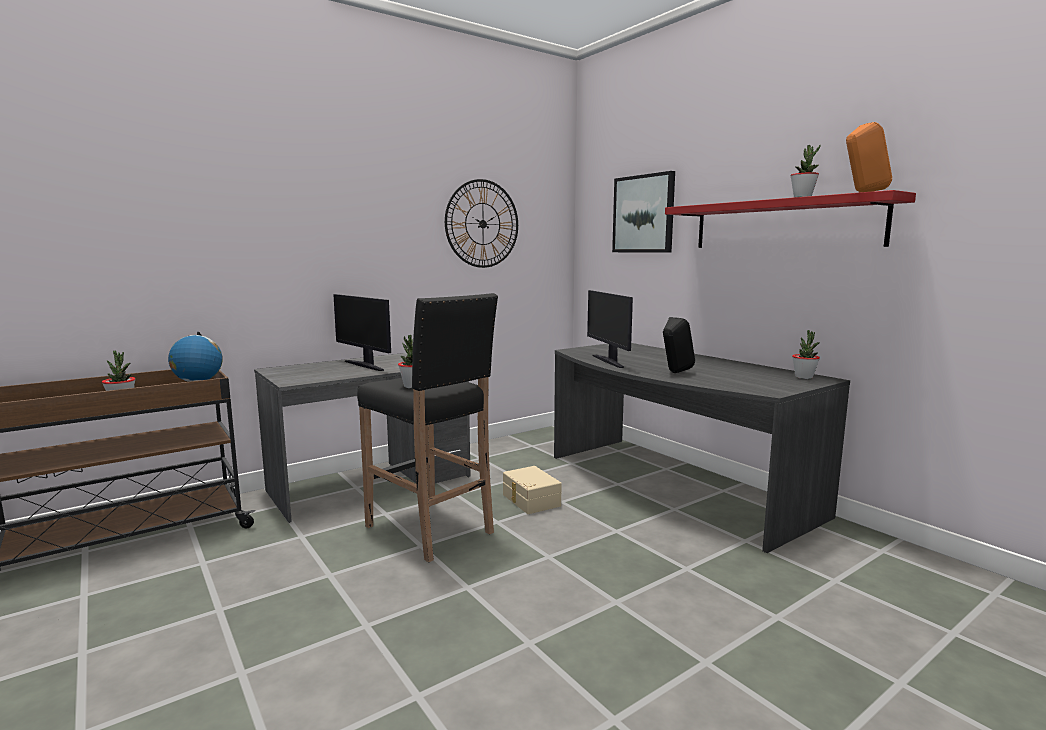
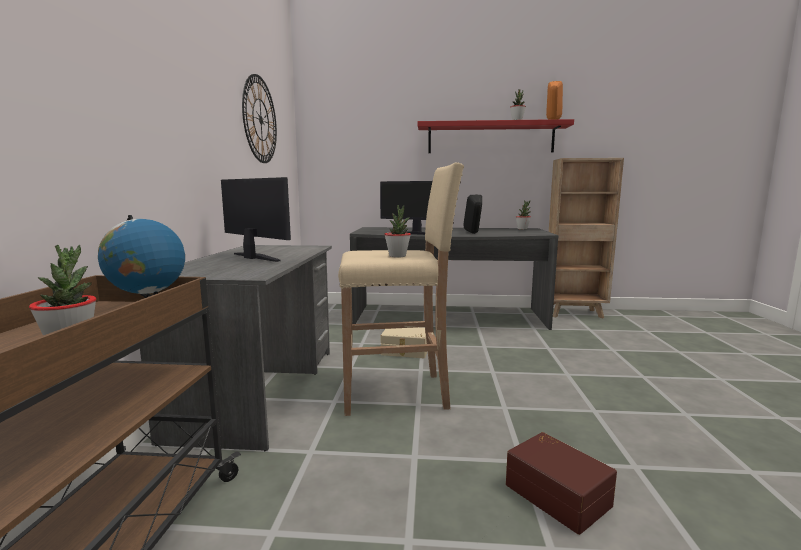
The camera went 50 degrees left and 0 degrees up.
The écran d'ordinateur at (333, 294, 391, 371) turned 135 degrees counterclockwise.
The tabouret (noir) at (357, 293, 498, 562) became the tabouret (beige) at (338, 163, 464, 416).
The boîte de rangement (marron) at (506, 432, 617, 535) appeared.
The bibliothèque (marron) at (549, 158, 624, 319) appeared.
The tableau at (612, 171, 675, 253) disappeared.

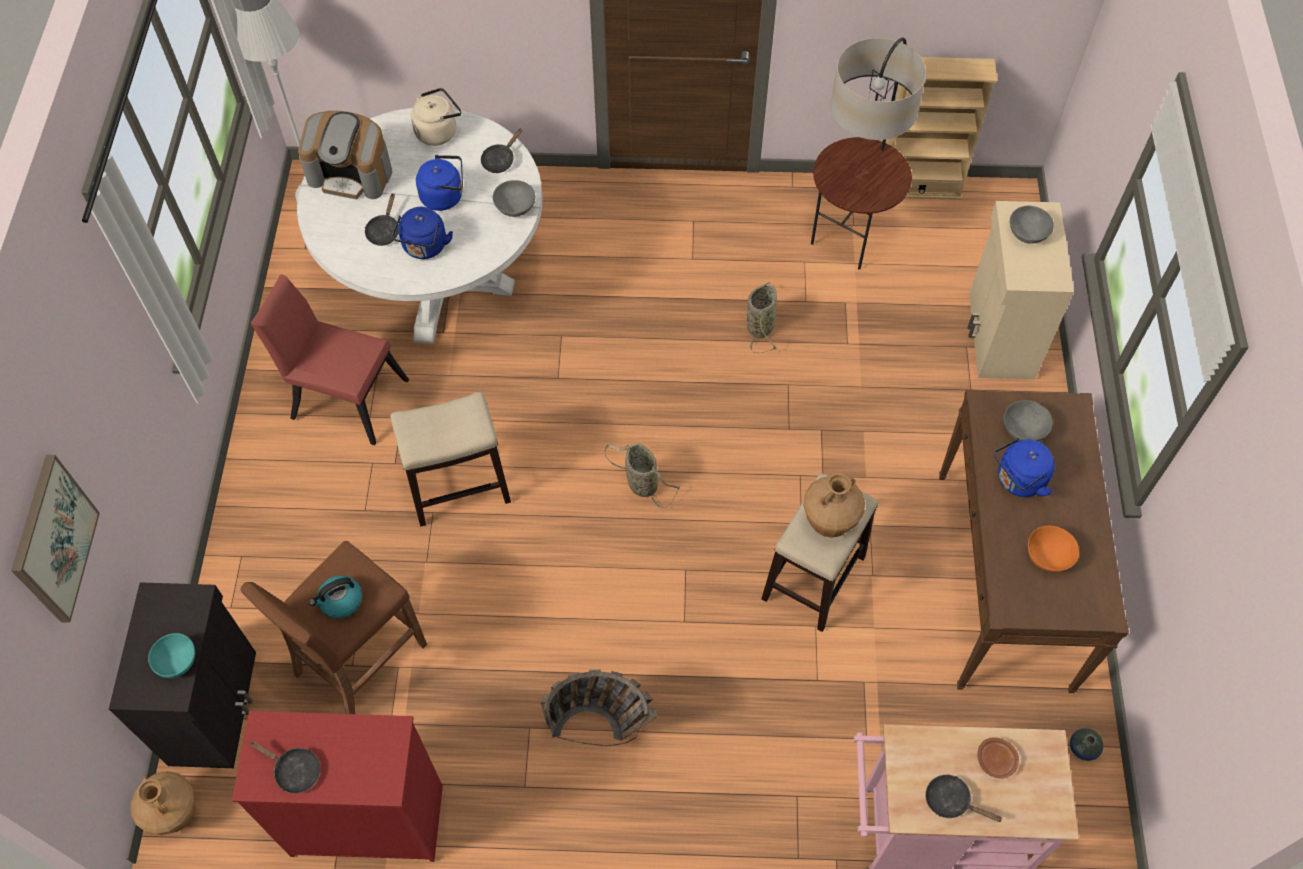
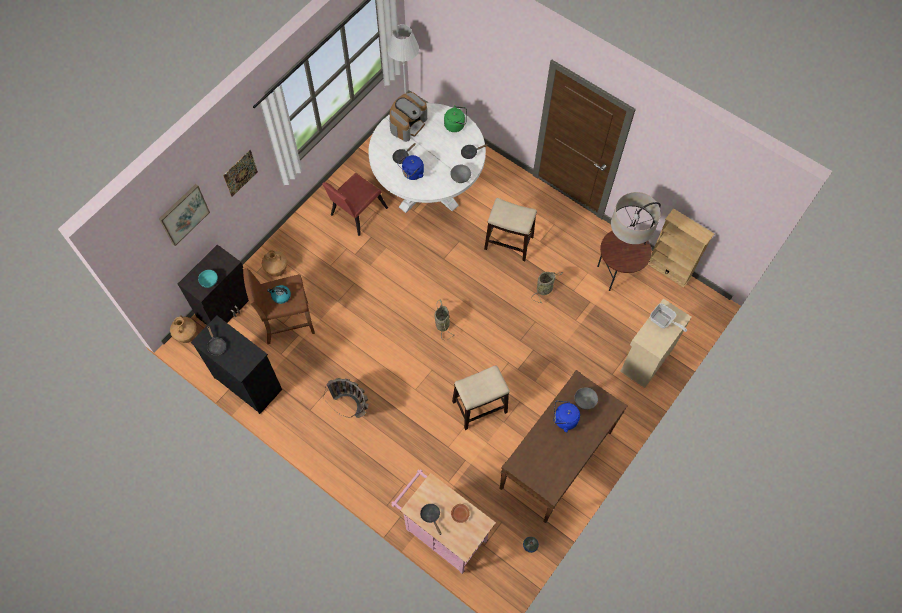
The camera went 35 degrees right and 5 degrees up.
The commode (rouge) at (232, 711, 443, 862) became the commode (noir) at (191, 316, 282, 414).
The tableau at (223, 150, 258, 197) appeared.
The vase (marron) moved from (803, 473, 865, 538) to (262, 250, 287, 277).
The chaise (rouge) at (250, 274, 409, 445) turned 105 degrees counterclockwise.
The machine à café at (298, 111, 392, 200) turned 105 degrees counterclockwise.
The bouilloire (beige) at (411, 88, 462, 146) became the bouilloire (vert) at (444, 105, 467, 132).
The tabouret moved from (390, 392, 511, 526) to (484, 198, 537, 261).
The bol (gris) at (1010, 206, 1054, 244) was replaced by the poêle at (650, 304, 687, 332).
The bouilloire (bleu) at (416, 155, 463, 211) disappeared.
The bol (orange) at (1028, 526, 1079, 572) disappeared.

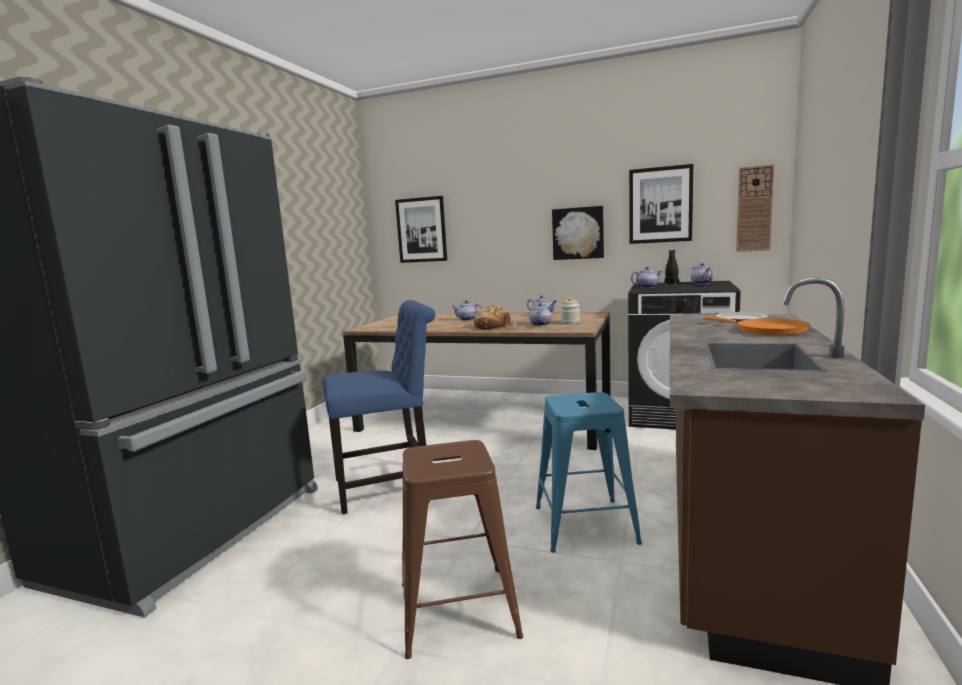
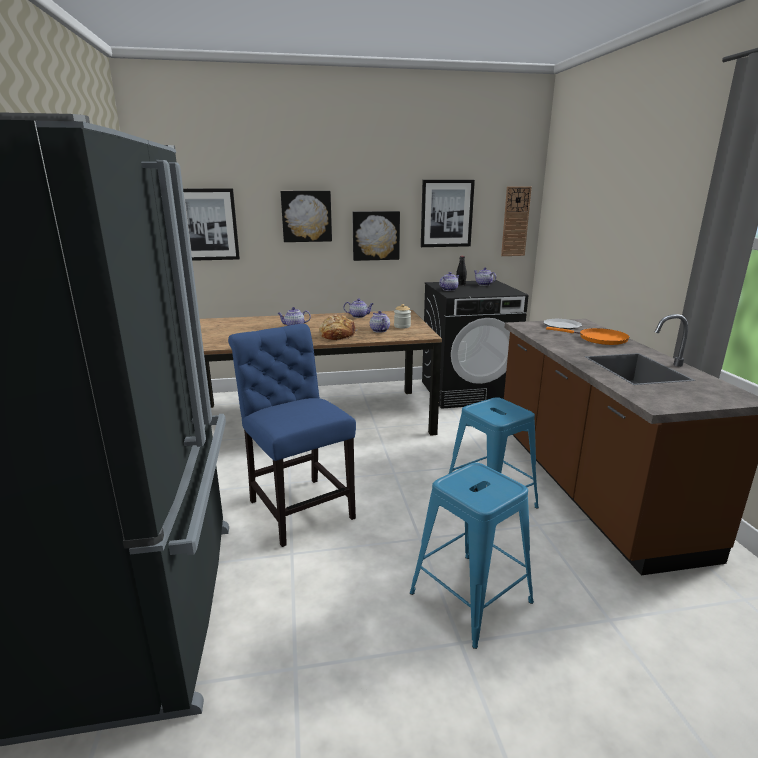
The camera went 30 degrees left and 10 degrees up.
The chaise (bleu) at (322, 300, 435, 514) turned 75 degrees counterclockwise.
The tableau at (281, 191, 332, 242) appeared.
The tabouret (marron) at (402, 440, 523, 659) became the tabouret (bleu) at (410, 462, 534, 649).

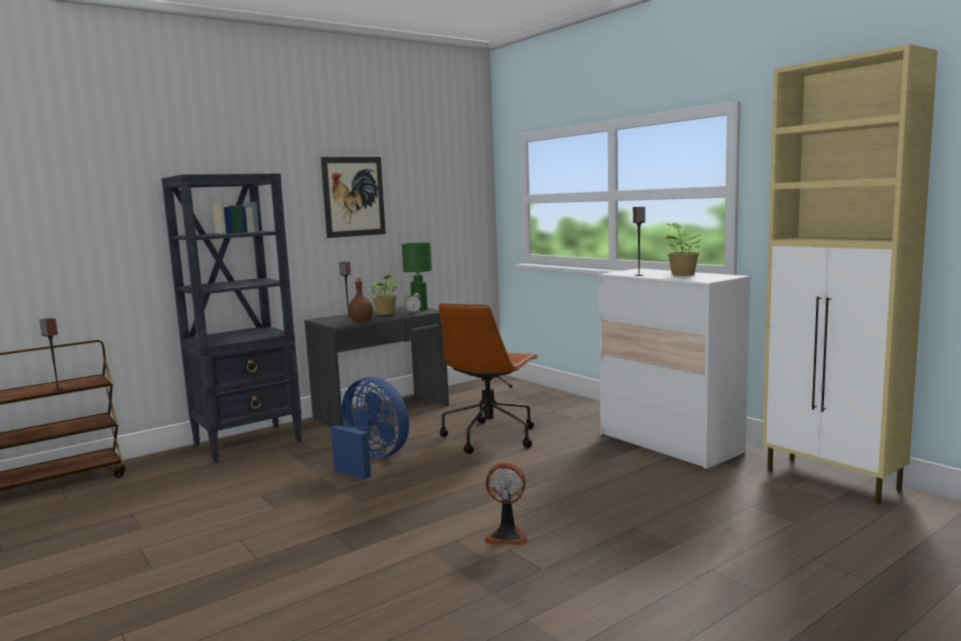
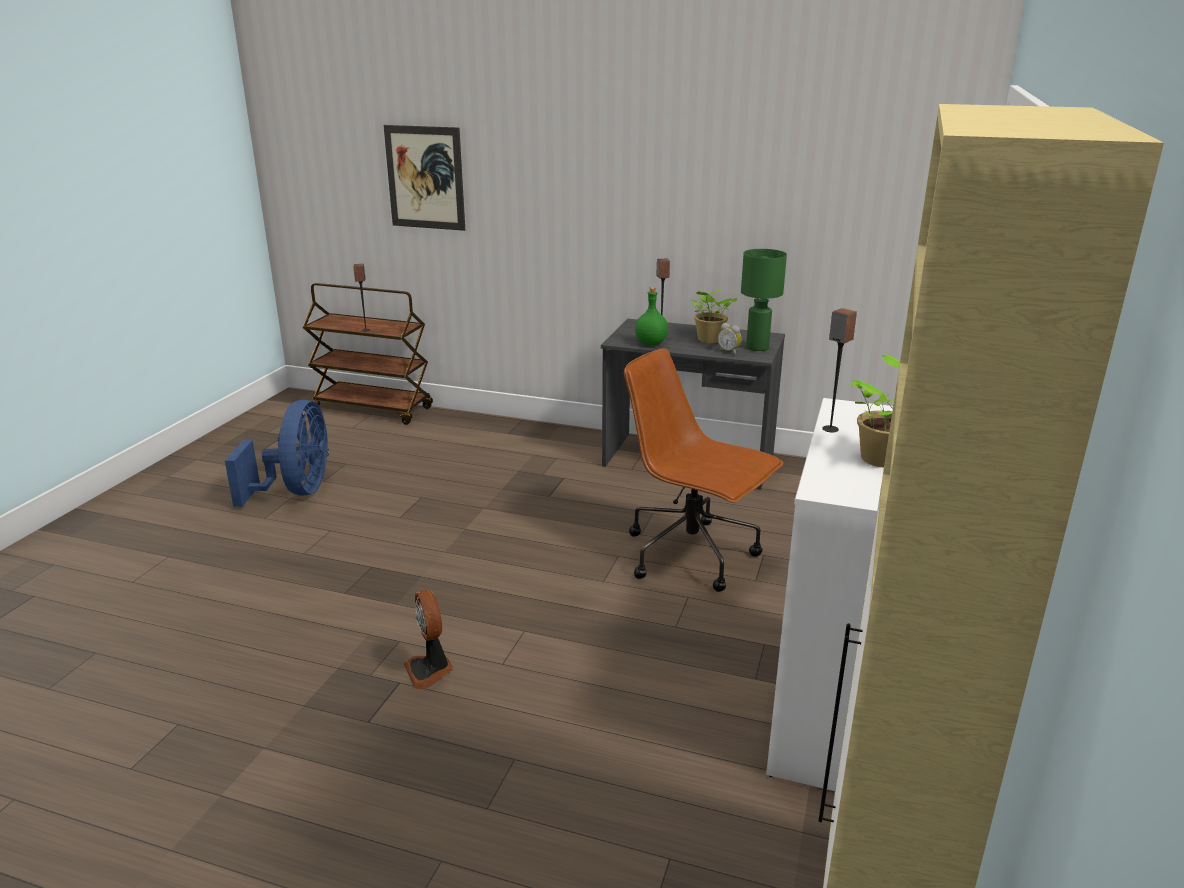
The camera went 55 degrees right and 15 degrees up.
The ventilateur (bleu) moved from (331, 377, 409, 479) to (225, 400, 329, 507).
The tableau moved from (321, 157, 386, 238) to (384, 125, 465, 231).
The chaise de bureau (marron) at (439, 303, 539, 454) turned 45 degrees clockwise.
The bouteille (marron) at (348, 278, 373, 322) became the bouteille (vert) at (635, 287, 668, 345).
The bibliothèque (noir) at (162, 173, 302, 463) disappeared.

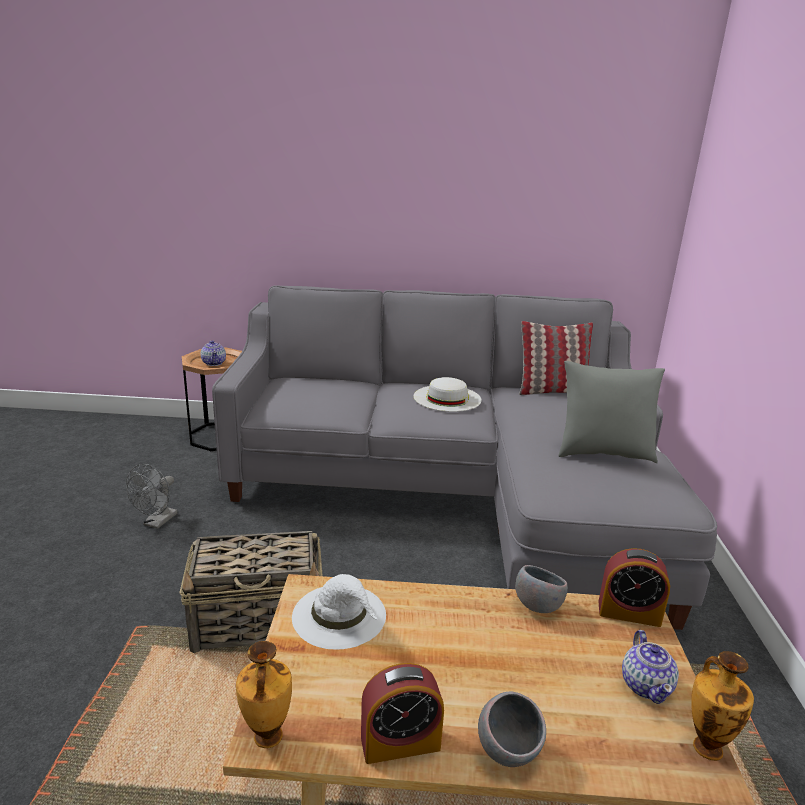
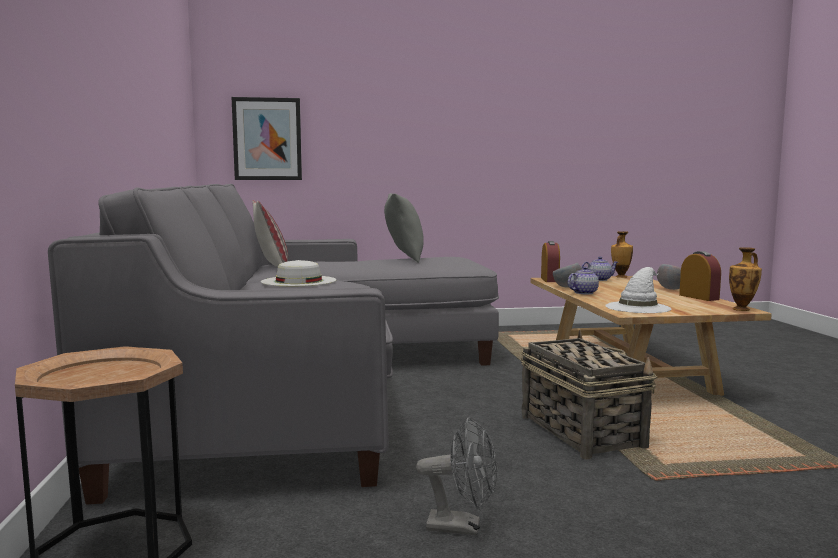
The camera went 100 degrees left and 15 degrees down.
The tableau at (231, 97, 302, 180) appeared.
The théière moved from (201, 341, 226, 366) to (568, 266, 601, 294).

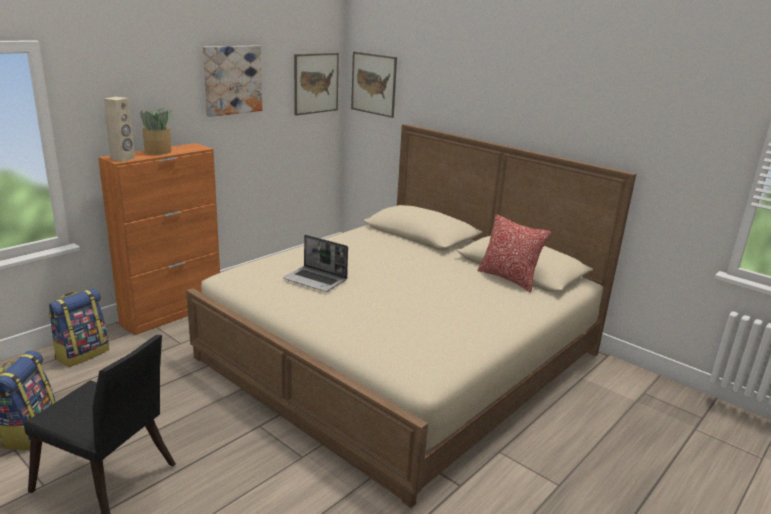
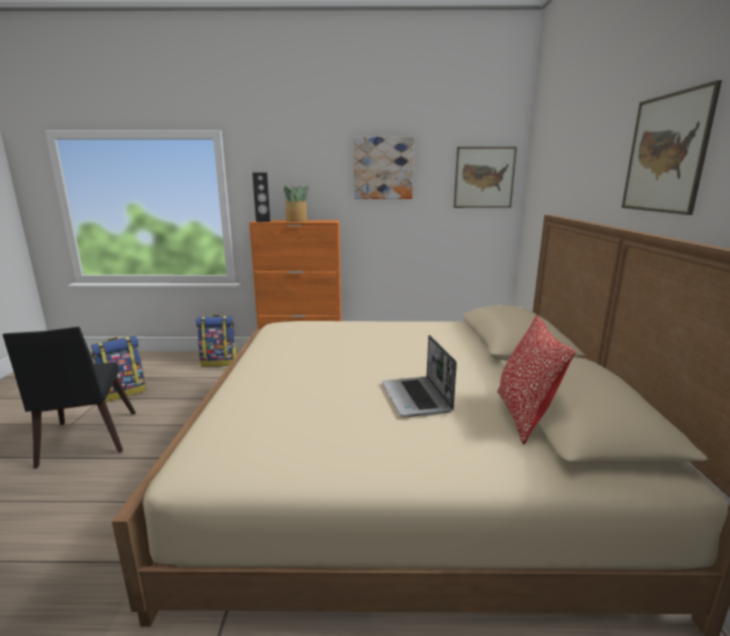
The camera went 50 degrees right and 5 degrees down.
The enceinte (beige) at (104, 97, 135, 162) became the enceinte (noir) at (252, 172, 270, 222).
The ordinateur portable moved from (283, 235, 348, 292) to (382, 335, 457, 417).
The tableau moved from (351, 52, 397, 118) to (621, 80, 722, 215).

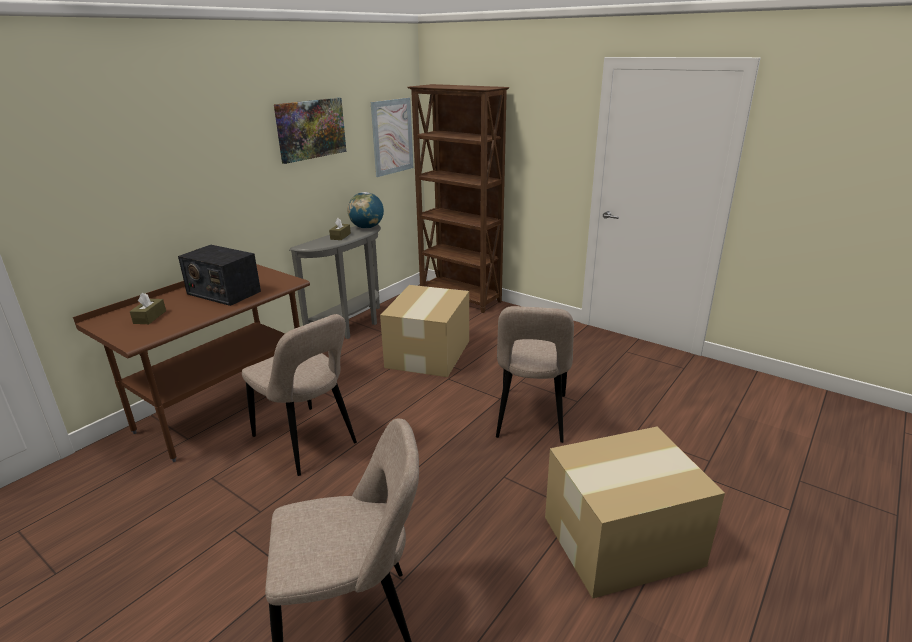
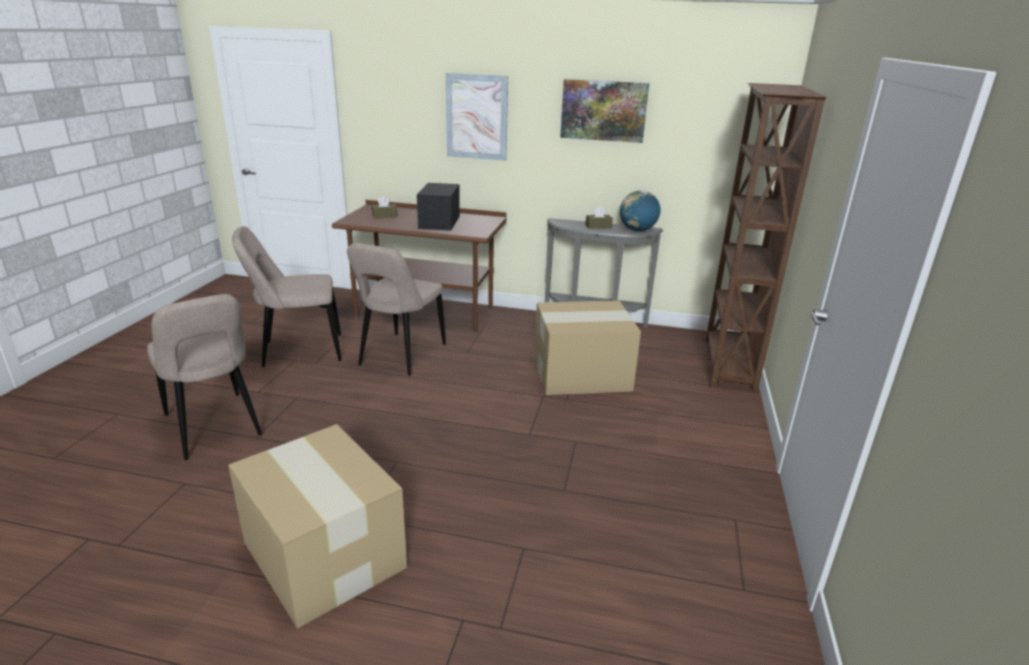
The camera went 65 degrees right and 0 degrees up.
The chaise (beige) moved from (496, 306, 574, 443) to (232, 226, 341, 367).
The tableau moved from (371, 98, 413, 177) to (446, 73, 508, 161).

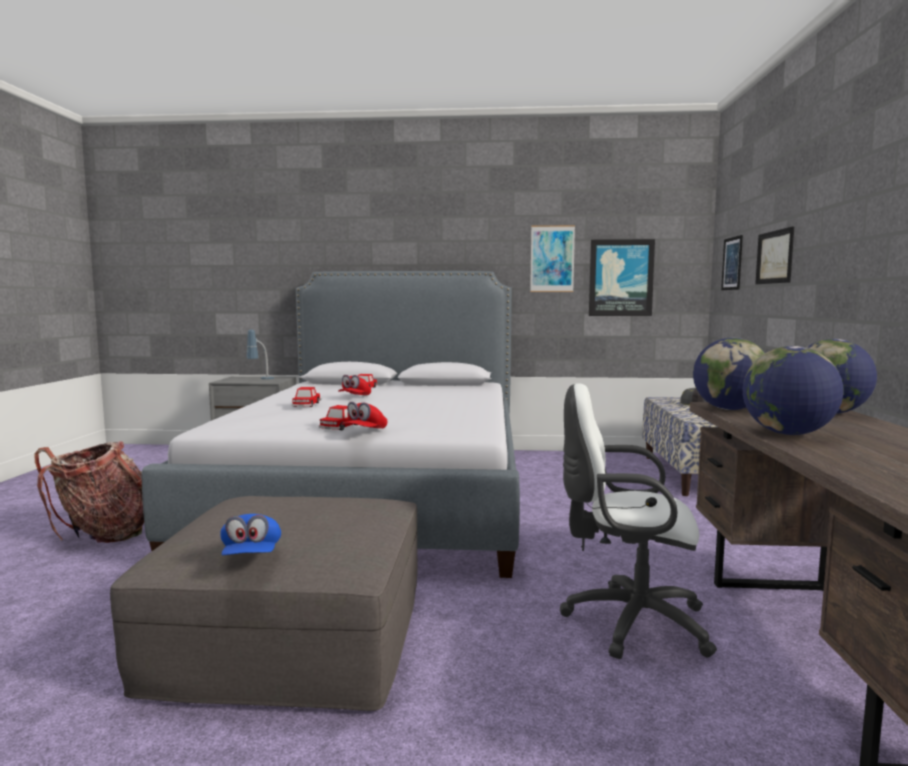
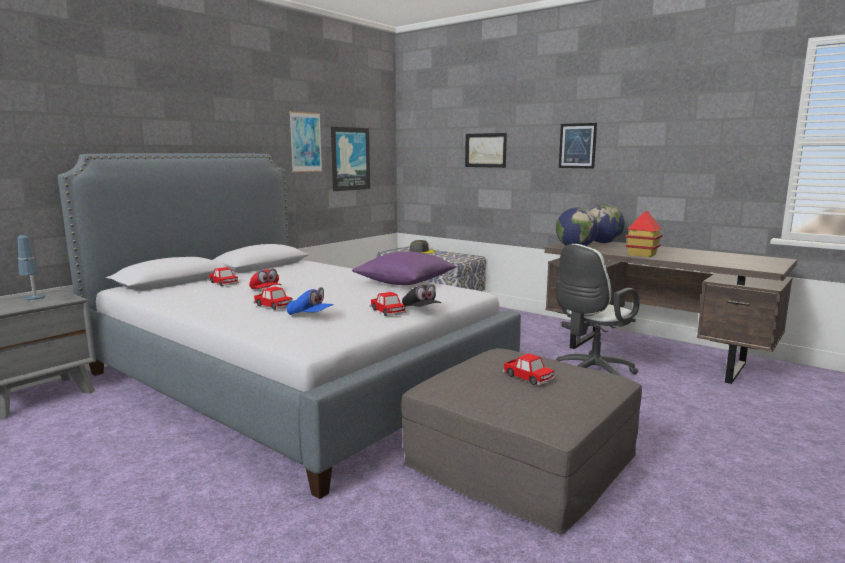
The camera went 55 degrees left and 5 degrees up.
The casquette (bleu) moved from (220, 514, 281, 555) to (286, 287, 334, 315).
The coussin (violet) at (352, 251, 457, 285) appeared.
The casquette (rouge) at (341, 402, 387, 428) became the casquette (noir) at (402, 284, 441, 307).
The petite voiture at (502, 353, 555, 385) appeared.
The tableau moved from (721, 235, 743, 290) to (559, 123, 597, 169).
The globe at (743, 346, 843, 435) was replaced by the maison miniature at (625, 211, 662, 257).
The sac à dos at (34, 441, 144, 543) disappeared.

